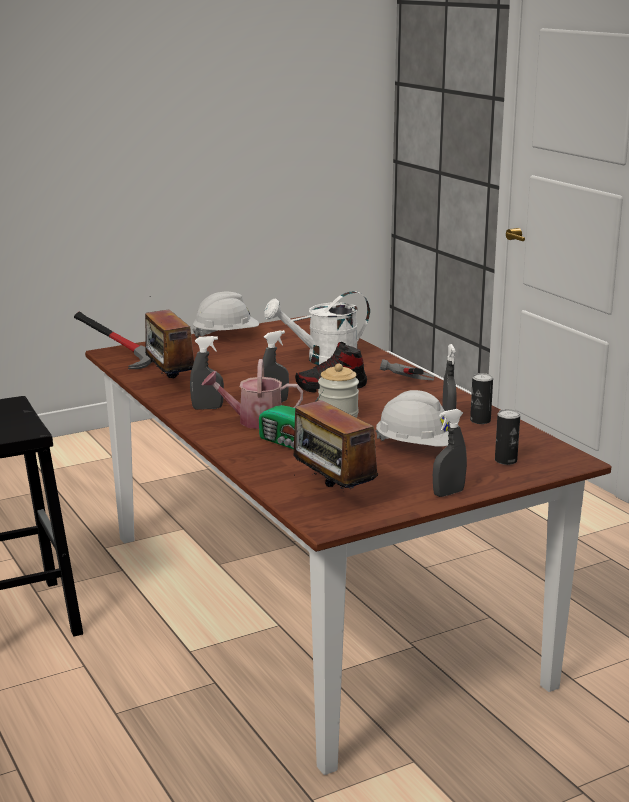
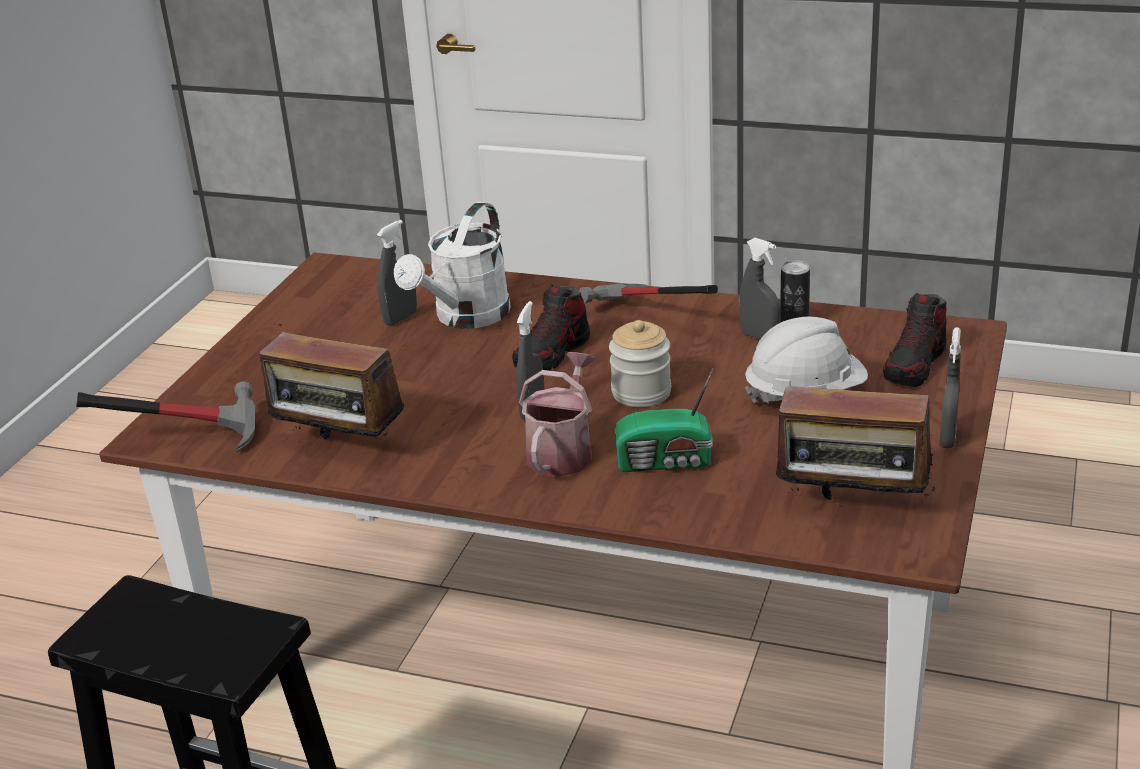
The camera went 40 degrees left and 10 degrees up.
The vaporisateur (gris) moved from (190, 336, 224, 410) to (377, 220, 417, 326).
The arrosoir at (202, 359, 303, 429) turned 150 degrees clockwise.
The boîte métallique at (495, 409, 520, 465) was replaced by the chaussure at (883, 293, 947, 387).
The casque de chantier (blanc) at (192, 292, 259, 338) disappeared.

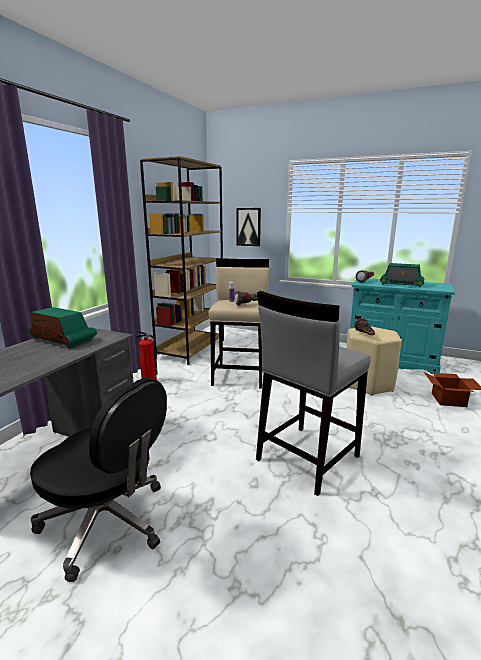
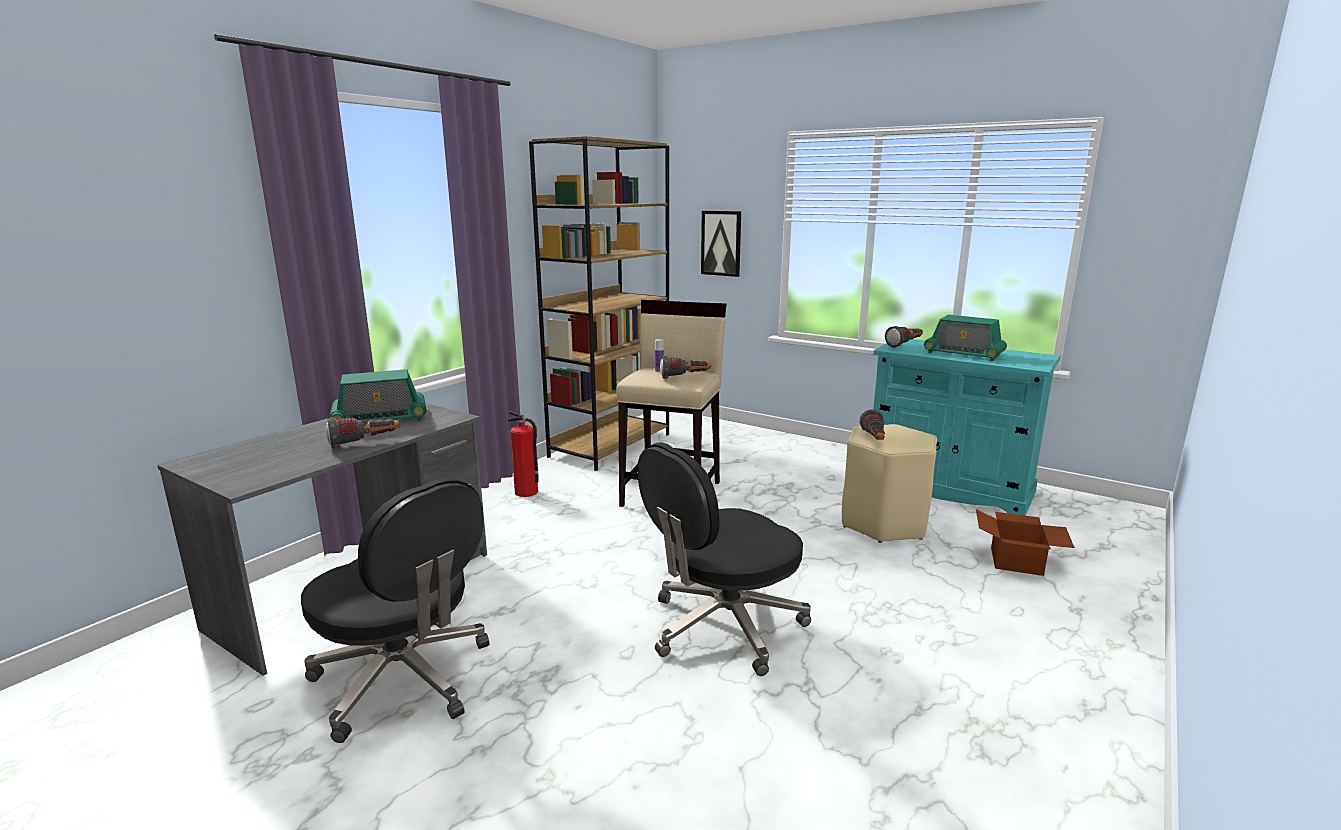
The camera went 10 degrees right and 0 degrees up.
The lampe de poche at (326, 418, 400, 449) appeared.
The radio at (29, 307, 97, 348) turned 120 degrees clockwise.
The tabouret (gris) at (256, 291, 371, 496) was replaced by the chaise de bureau (noir) at (637, 442, 811, 676).

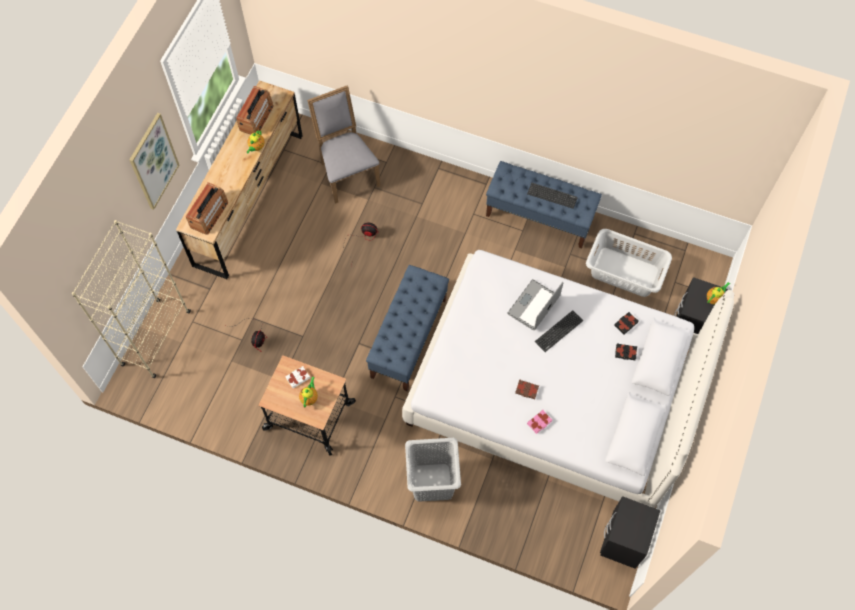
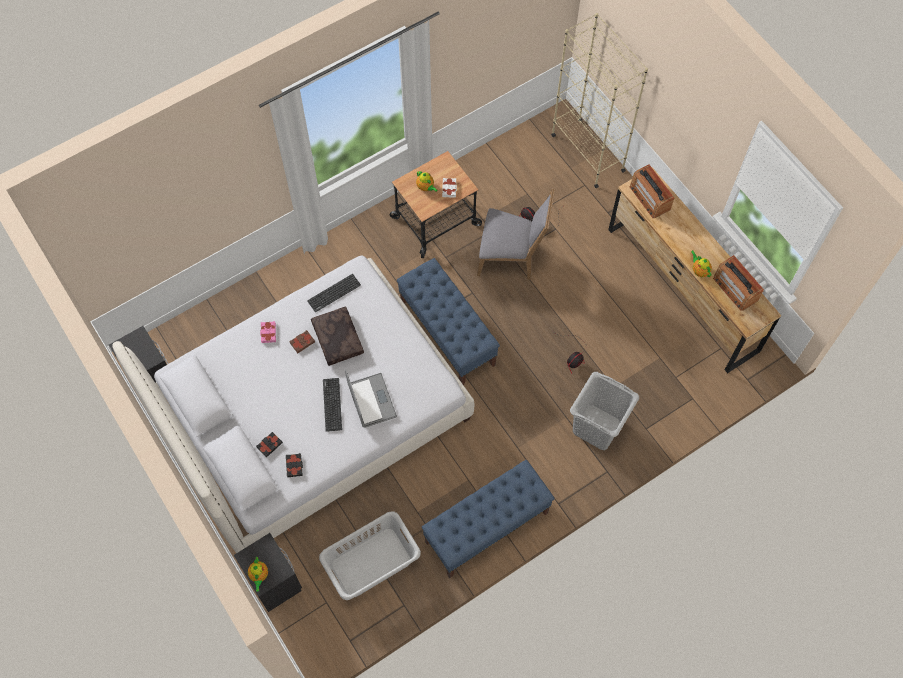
The camera went 125 degrees right and 0 degrees up.
The clavier moved from (527, 183, 578, 209) to (307, 274, 361, 312).
The coussin (marron) at (311, 307, 364, 366) appeared.
The chaise (gris) moved from (307, 85, 380, 204) to (477, 189, 555, 280).
The panier à linge (gris) moved from (405, 438, 461, 502) to (570, 372, 639, 450).
The tableau at (129, 113, 179, 210) disappeared.

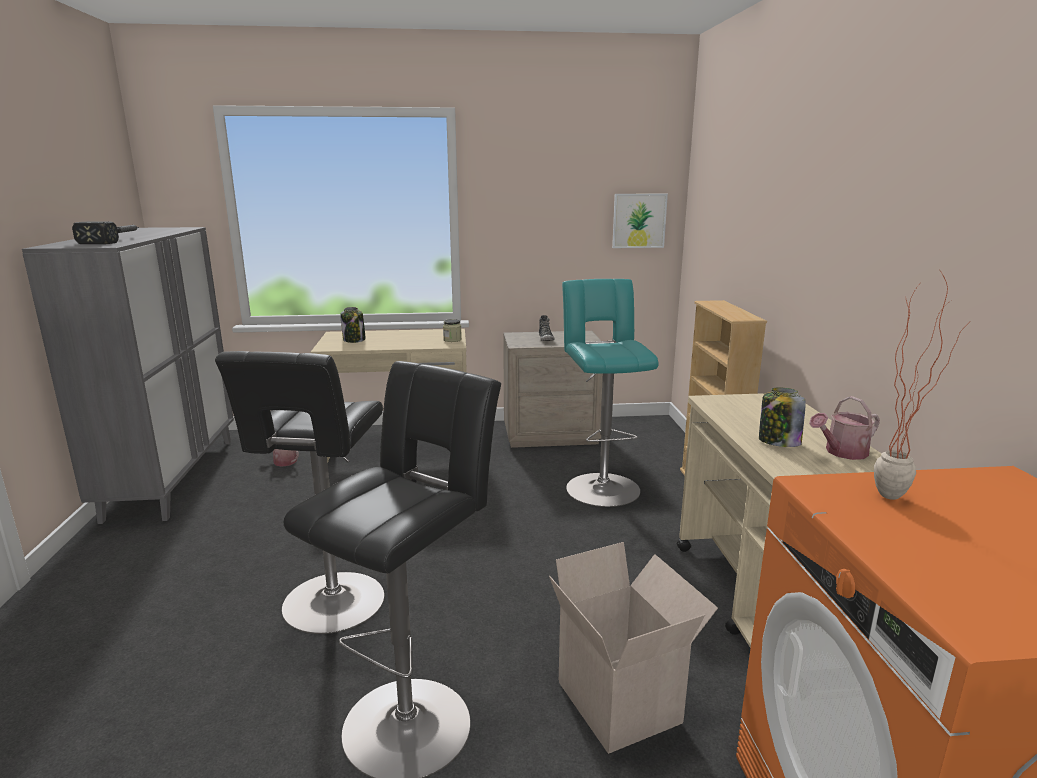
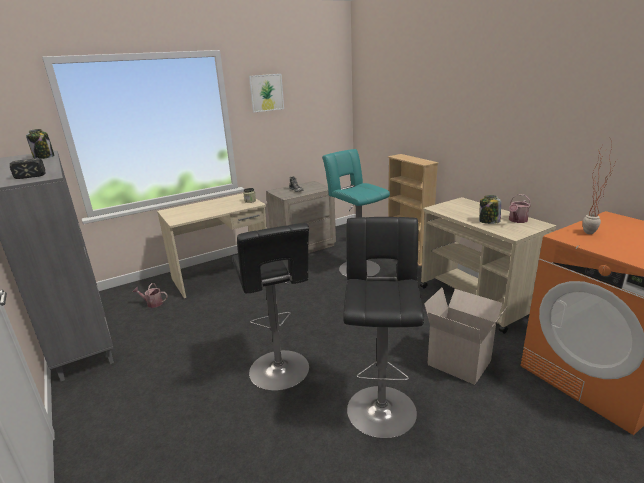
The camera went 25 degrees left and 5 degrees up.
The bocal moved from (340, 307, 366, 343) to (26, 129, 54, 159).
The tableau moved from (612, 194, 668, 248) to (249, 74, 284, 113).

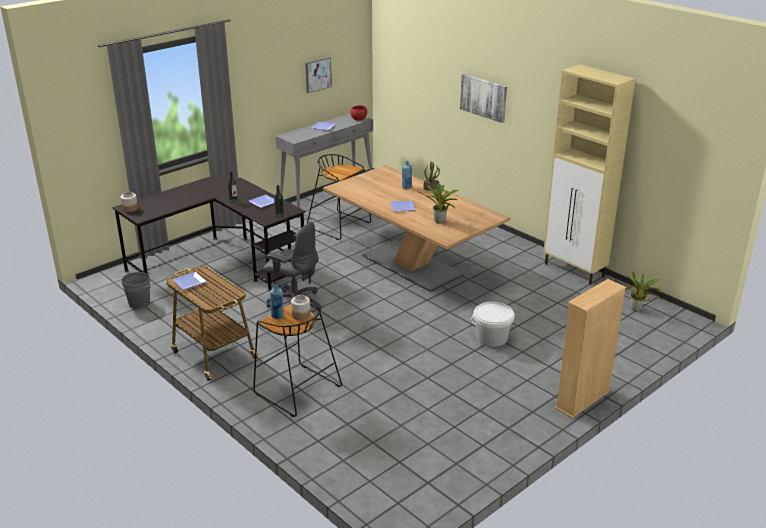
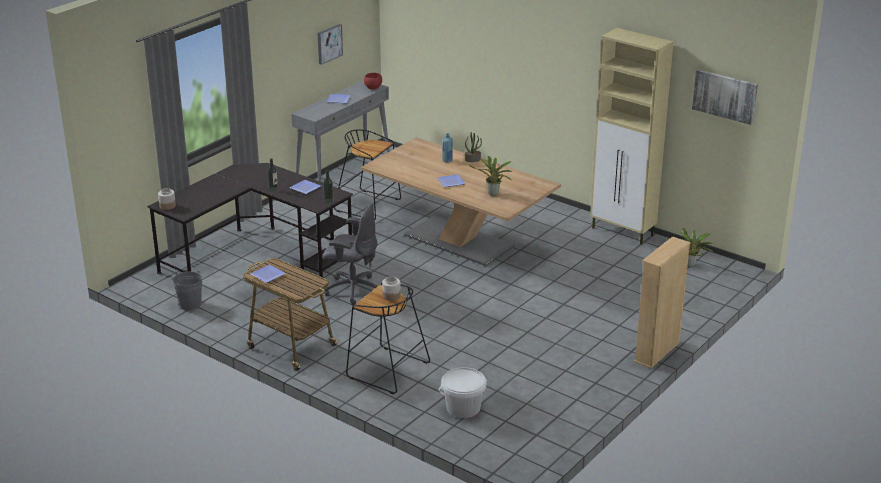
The camera went 10 degrees left and 0 degrees up.
The seau (blanc) moved from (471, 302, 515, 347) to (439, 367, 487, 418).
The tableau moved from (460, 74, 507, 123) to (692, 69, 758, 125).
The bouteille (bleu) at (270, 284, 284, 319) disappeared.

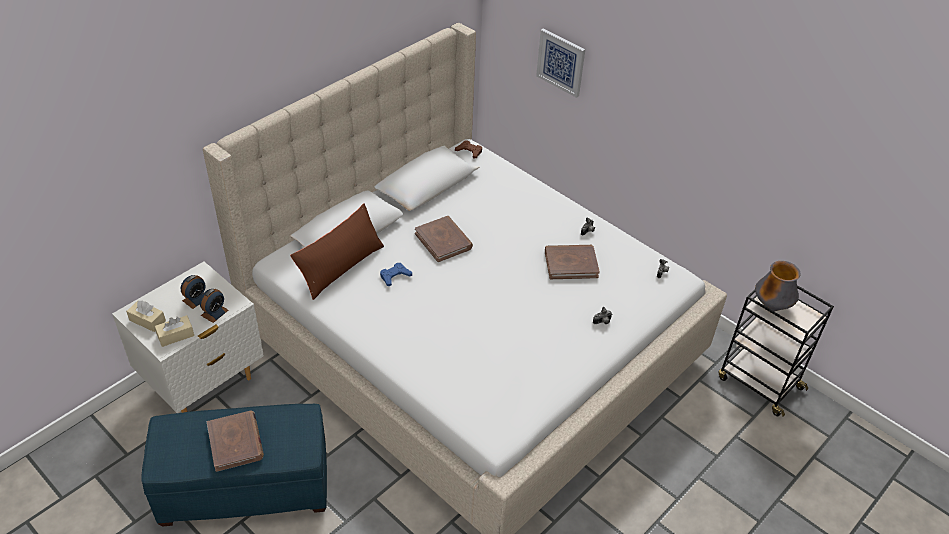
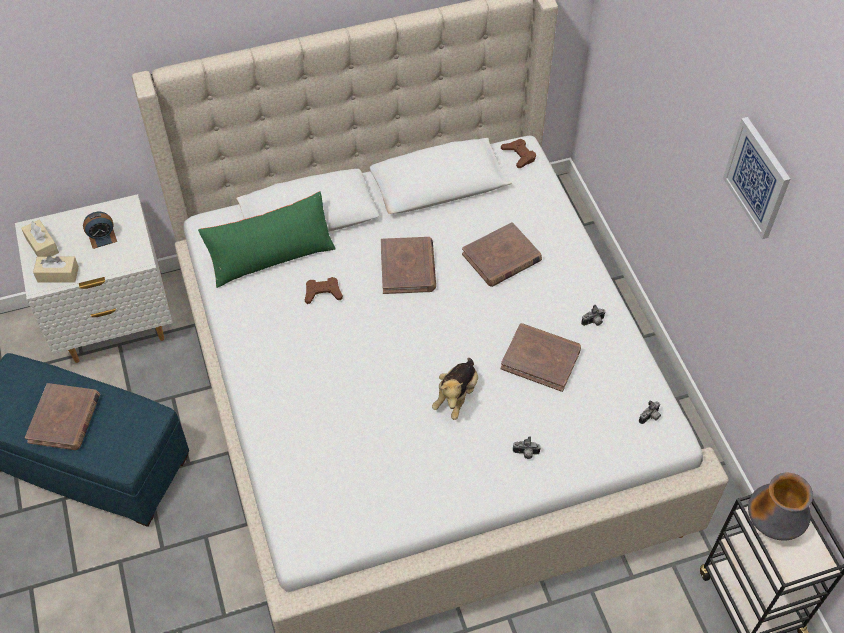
The camera went 30 degrees right and 10 degrees up.
The coussin (marron) at (290, 203, 384, 300) became the coussin (vert) at (198, 191, 336, 288).
The manette (bleu) at (380, 263, 412, 287) became the manette (marron) at (305, 277, 343, 304).
The peluche at (432, 358, 478, 420) appeared.
The livre (marron) at (462, 222, 542, 287) appeared.
The tableau moved from (536, 28, 585, 98) to (723, 117, 790, 239).
The réveil at (200, 289, 228, 323) disappeared.

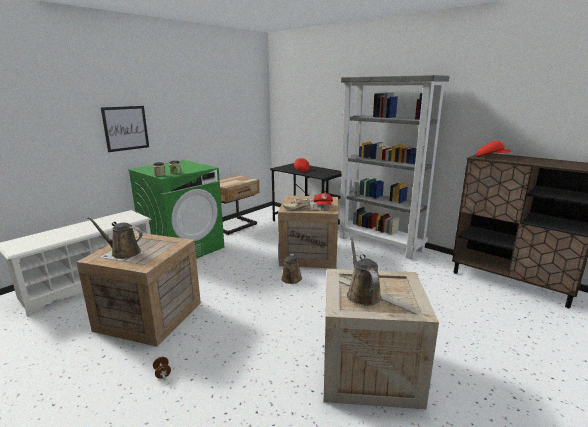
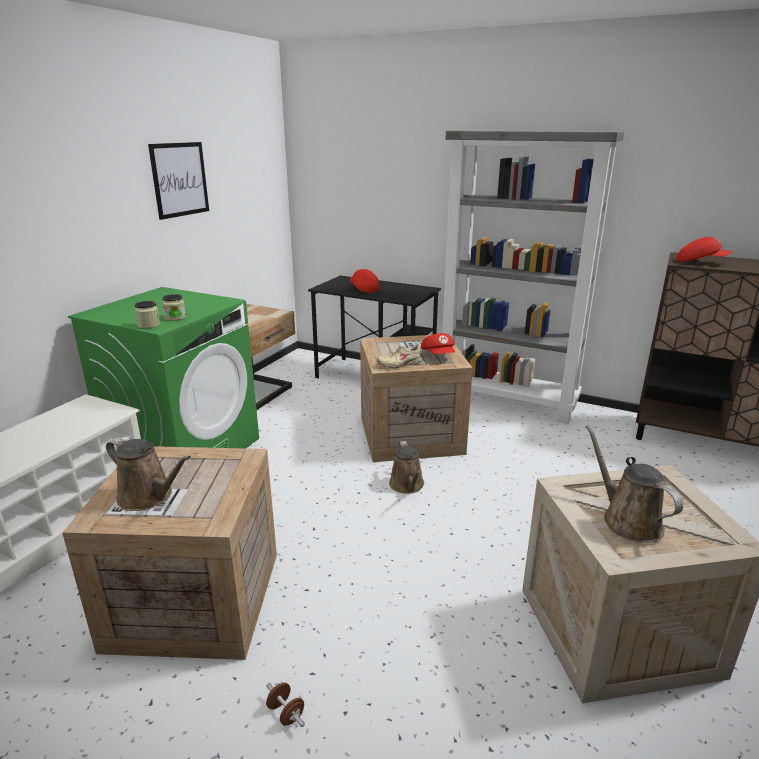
The camera went 15 degrees left and 5 degrees up.
The arrosoir (marron) at (88, 217, 143, 259) turned 150 degrees counterclockwise.
The tableau moved from (101, 106, 149, 152) to (148, 142, 209, 220).

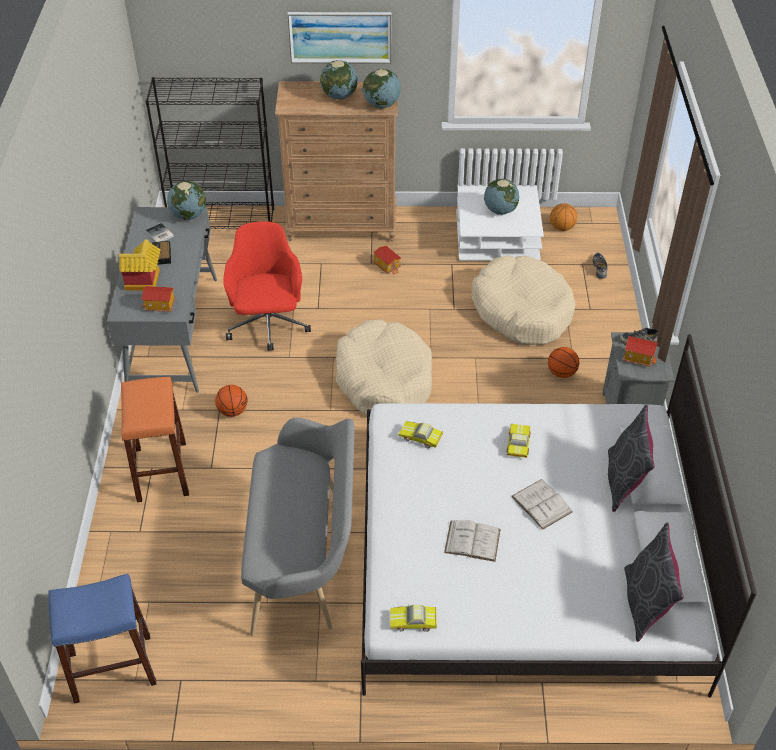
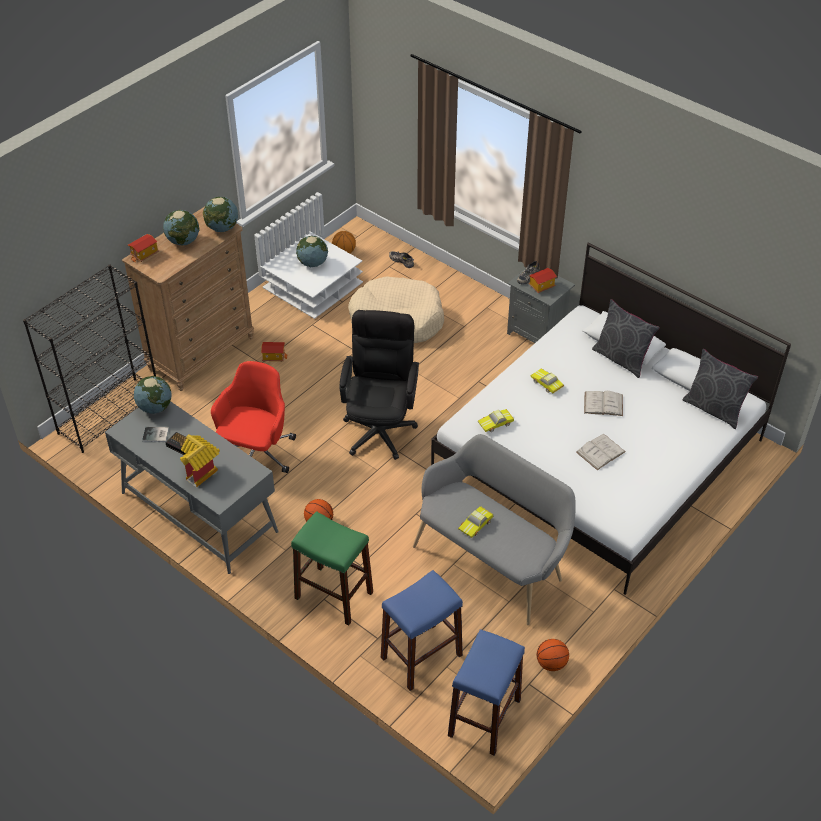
The camera went 50 degrees left and 0 degrees up.
The maison miniature moved from (141, 286, 176, 312) to (128, 234, 159, 262).
The chaise de bureau (rouge) at (223, 221, 311, 351) turned 75 degrees clockwise.
The tabouret (orange) at (121, 377, 189, 502) became the tabouret (vert) at (291, 511, 373, 626).
The panier pour chien (beige) at (336, 320, 432, 415) was replaced by the chaise de bureau (noir) at (339, 310, 419, 460).
The tabouret (bleu) at (381, 570, 463, 691) appeared.
The petite voiture moved from (390, 605, 437, 632) to (458, 506, 493, 538).
The ballon de basket moved from (548, 347, 579, 378) to (537, 639, 569, 671).
The tableau at (287, 12, 391, 64) disappeared.

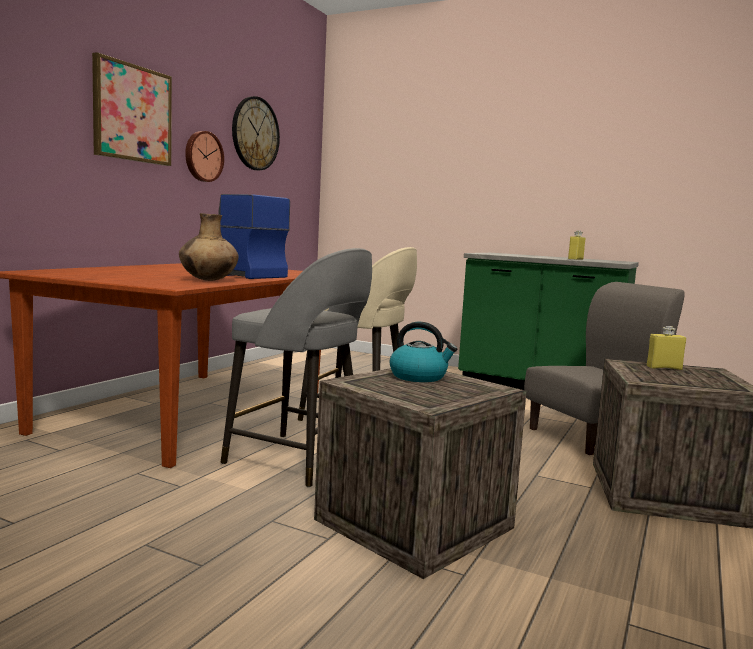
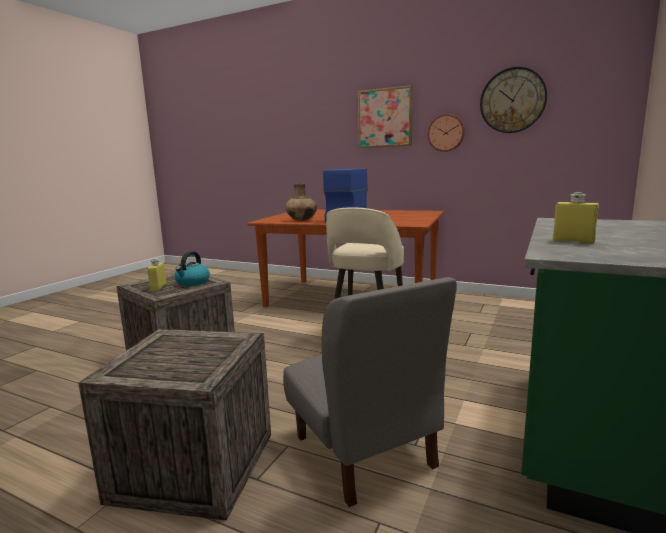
The camera went 90 degrees right and 5 degrees up.
The bouteille (jaune) moved from (647, 326, 686, 370) to (147, 258, 167, 291).
The tabouret (gris) at (221, 248, 372, 487) disappeared.

